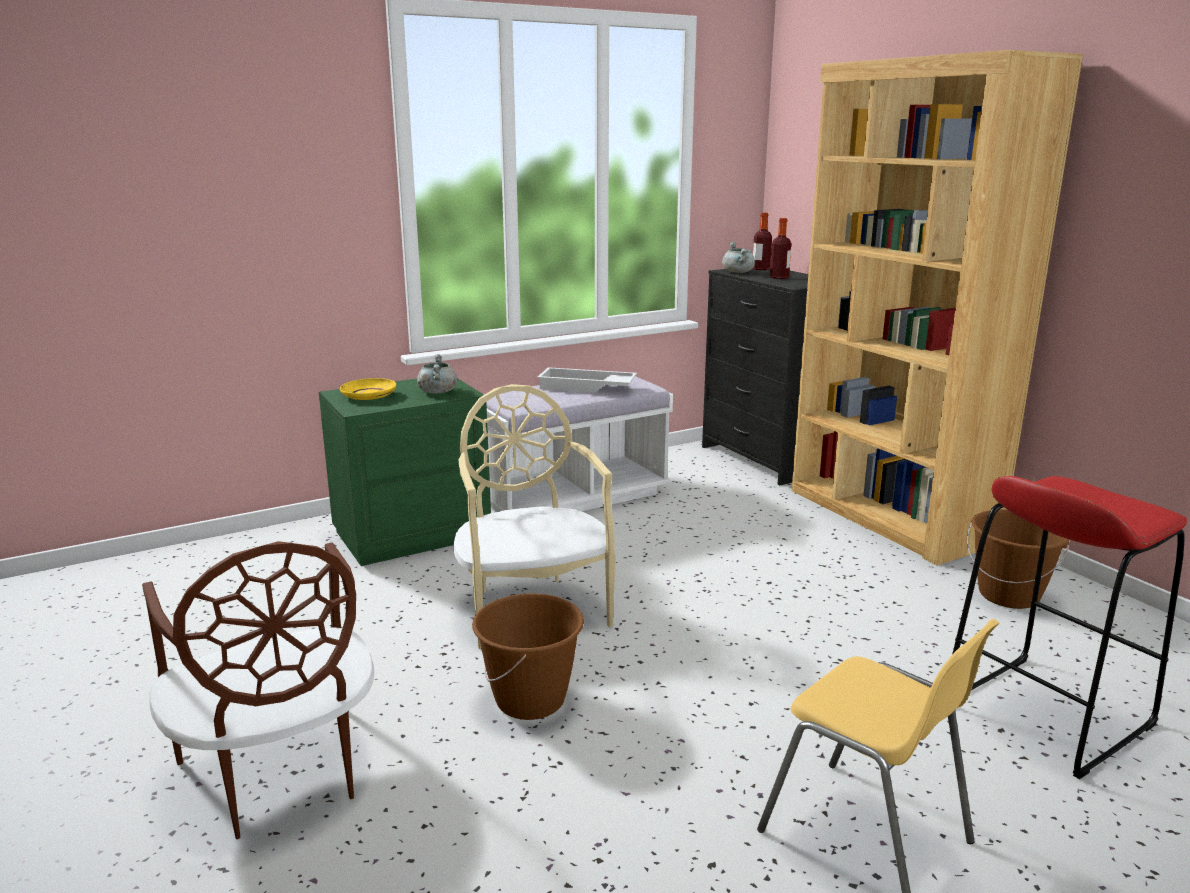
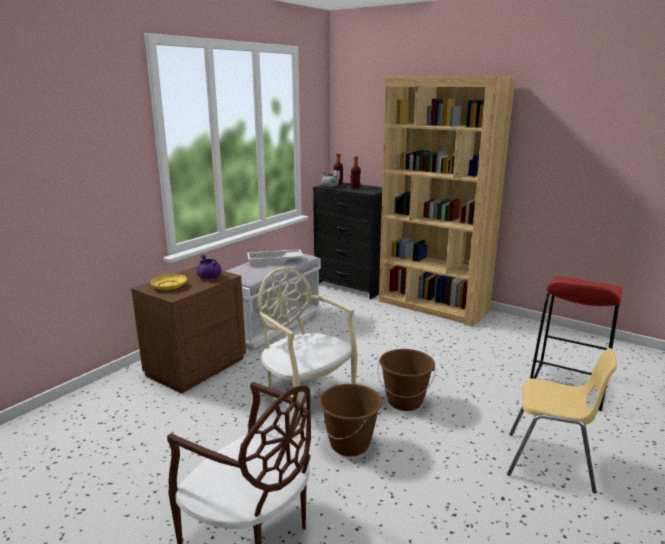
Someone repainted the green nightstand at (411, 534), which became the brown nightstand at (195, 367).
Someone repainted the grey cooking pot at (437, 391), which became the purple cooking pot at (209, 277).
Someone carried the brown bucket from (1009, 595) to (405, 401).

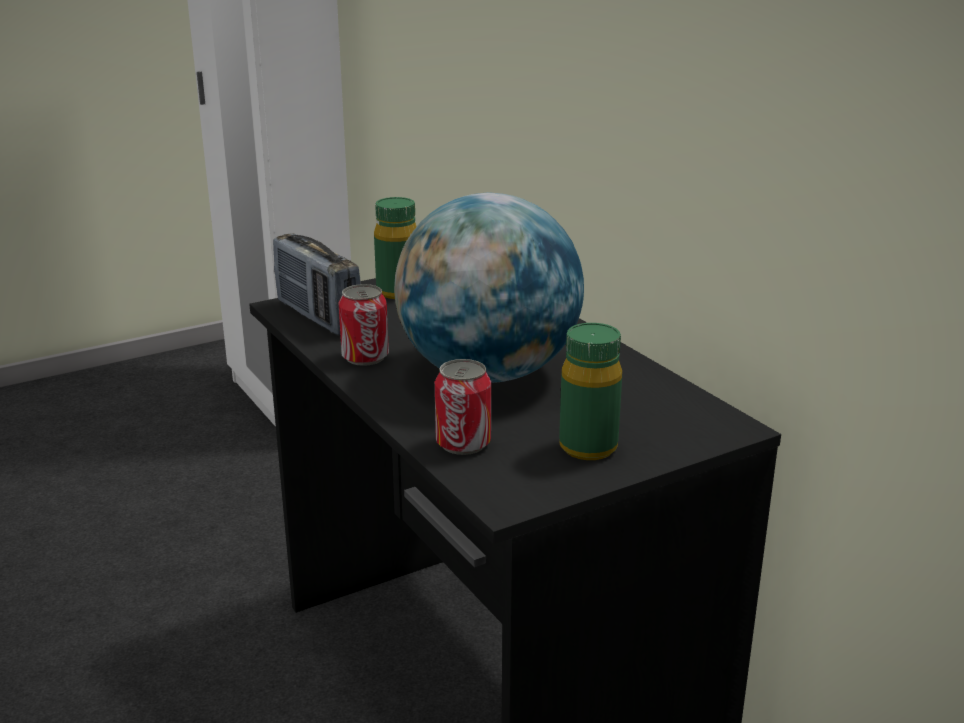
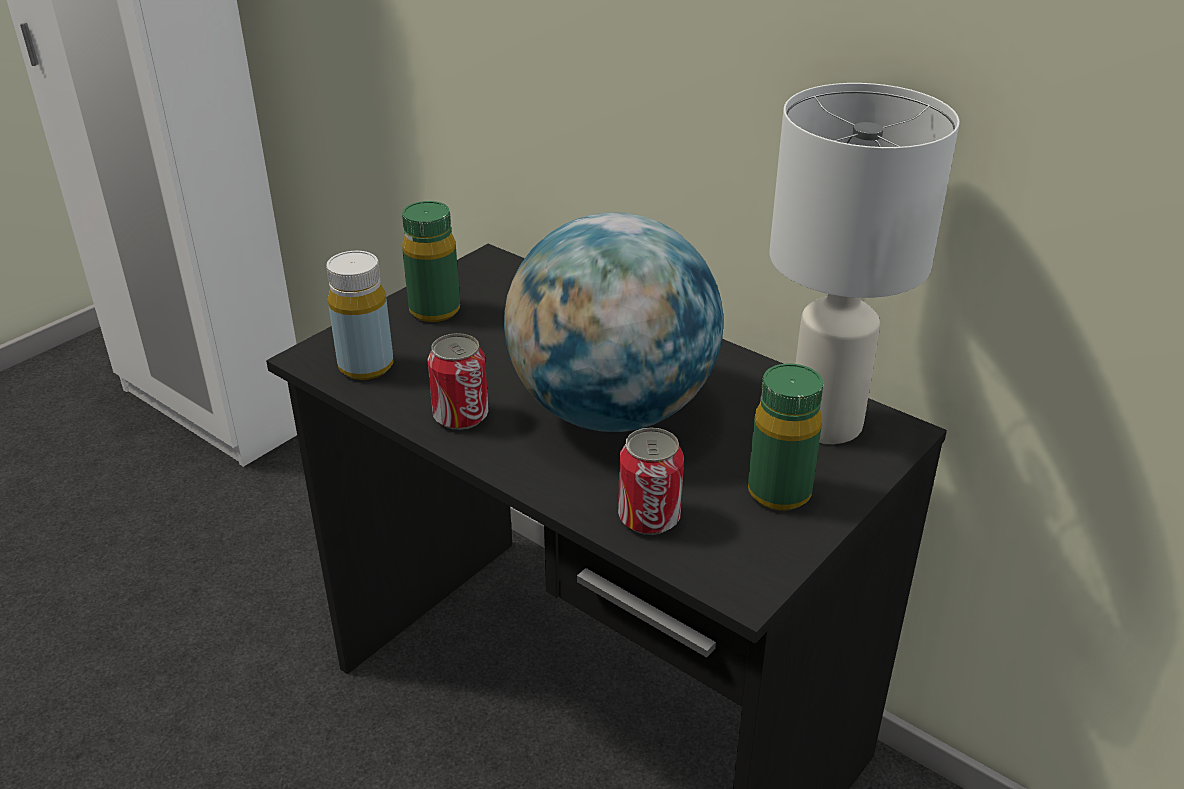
Someone swapped the radio at (318, 317) for the yellow bottle at (366, 366).
Someone put down the white table lamp at (823, 422).

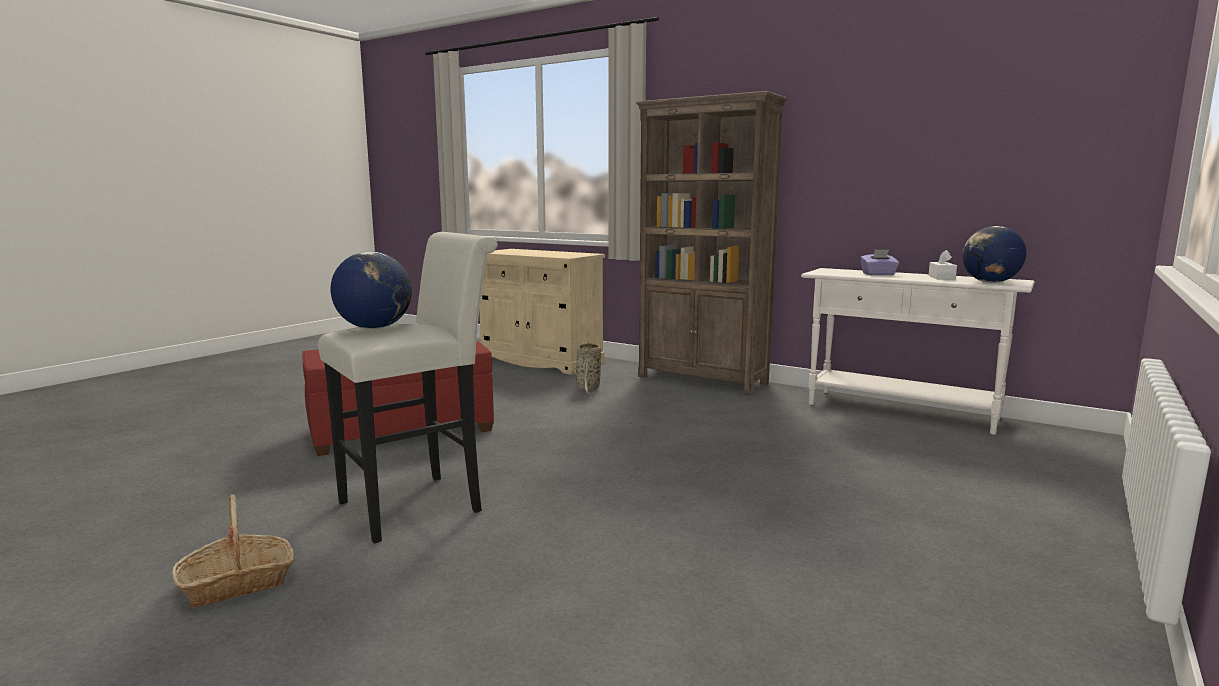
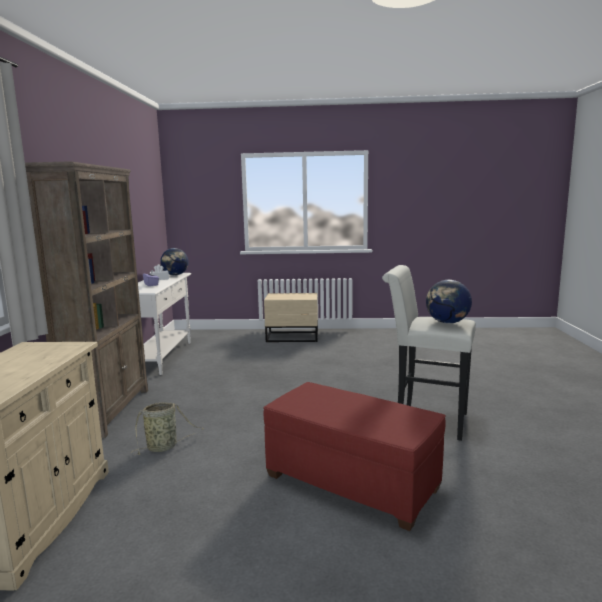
Someone took away the basket at (238, 583).
Someone put down the beige nightstand at (293, 337).

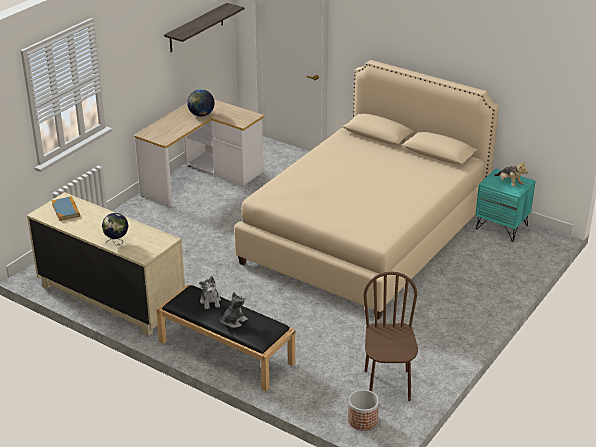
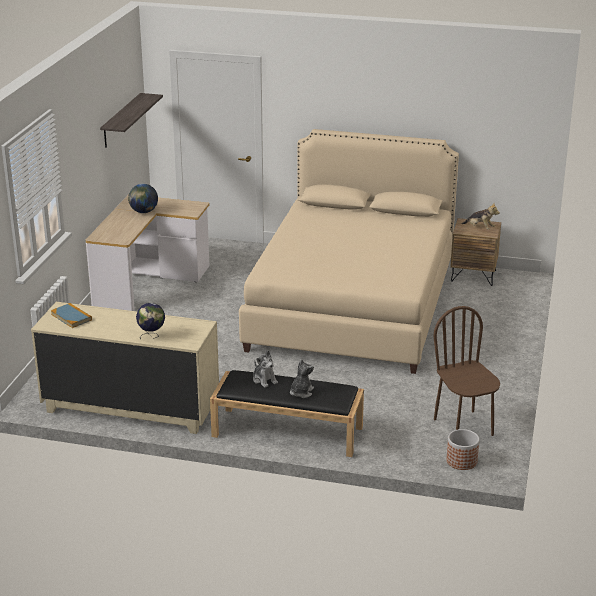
Someone repainted the turquoise nightstand at (501, 227), which became the brown nightstand at (473, 275).

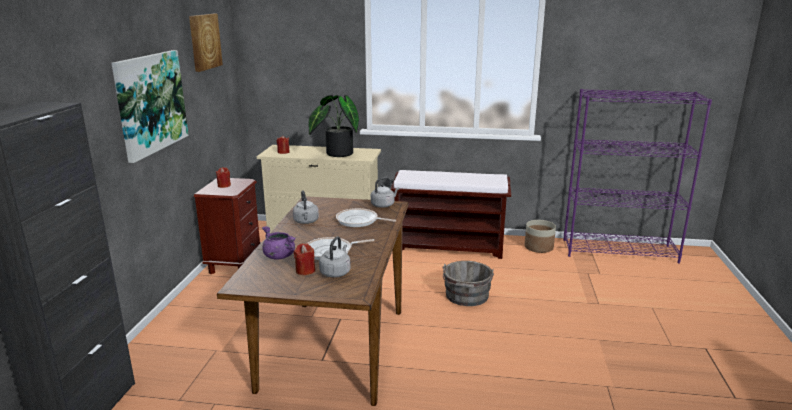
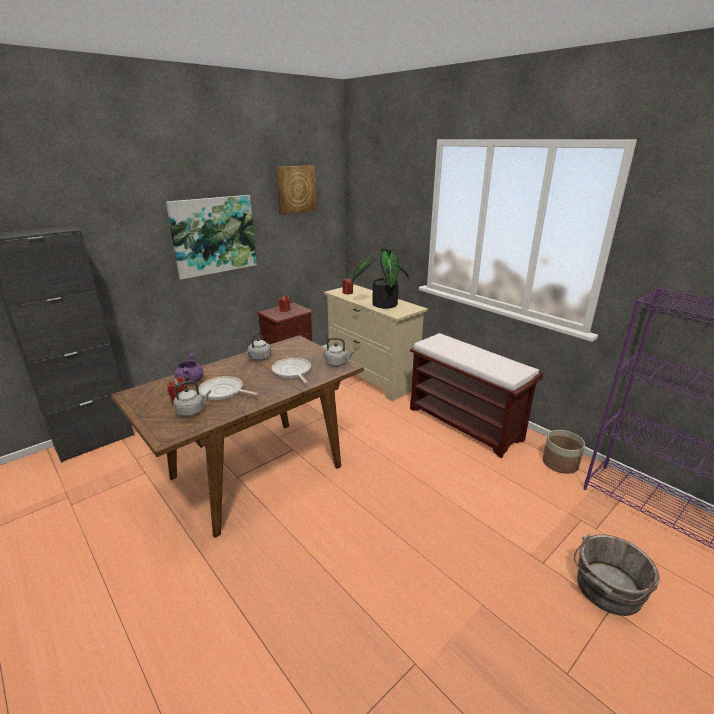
Someone carried the grey bucket from (466, 297) to (607, 590).

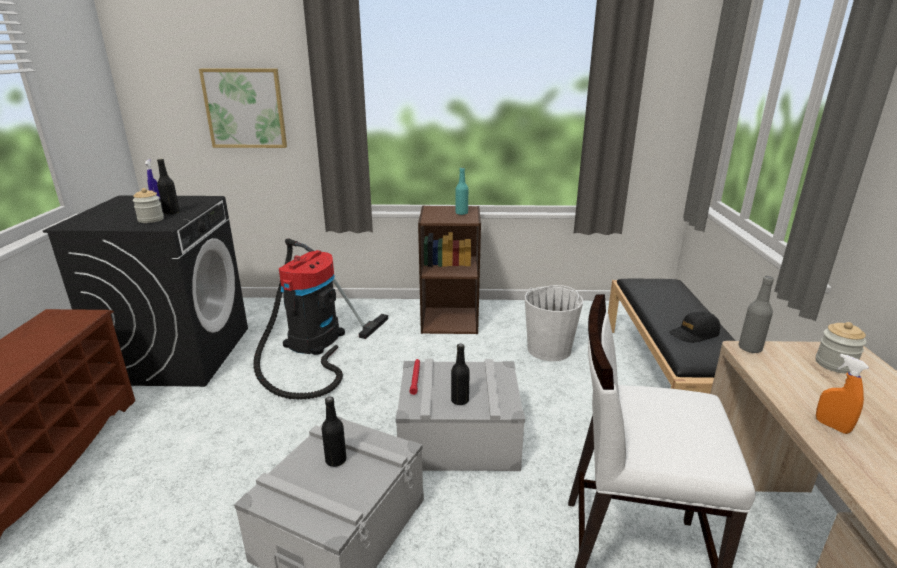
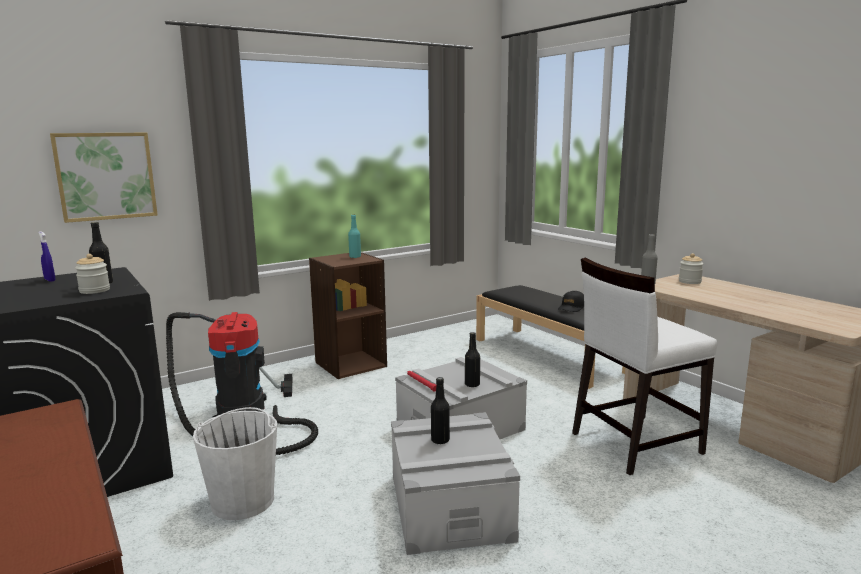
Someone carried the white bucket from (549, 349) to (243, 500).
Someone took away the orange spray bottle at (832, 426).

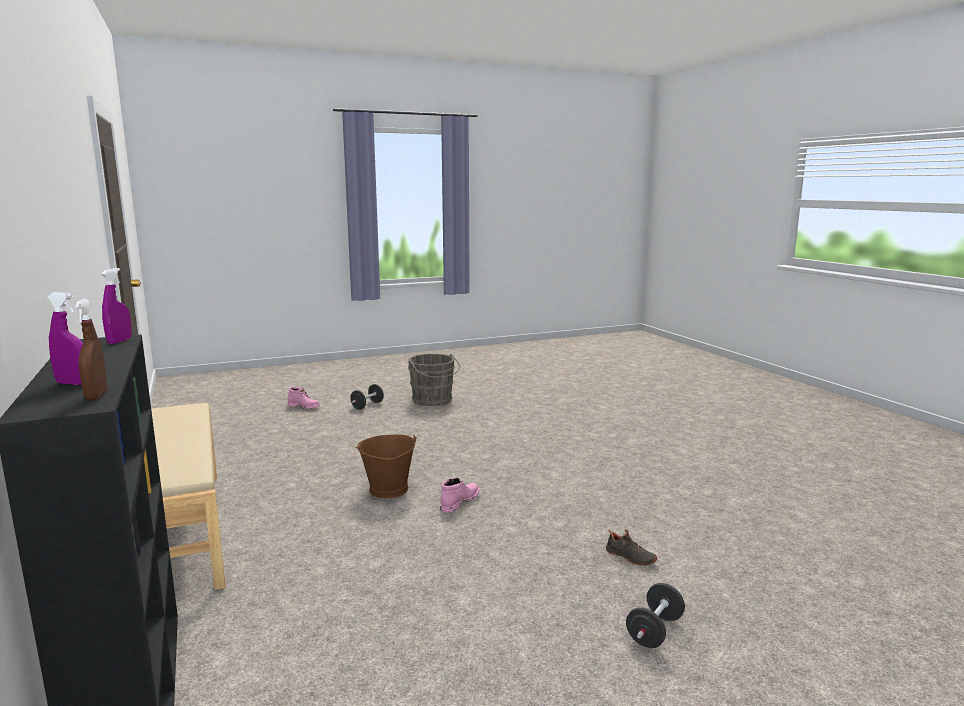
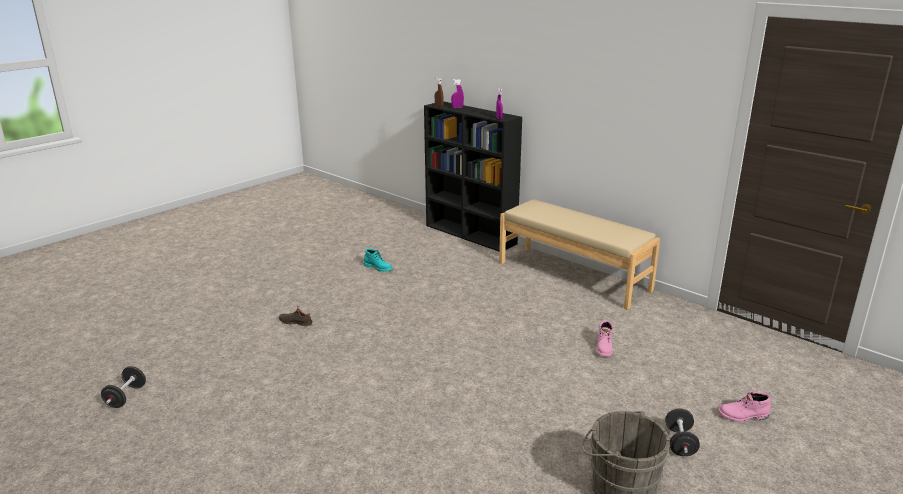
Someone took away the brown bucket at (388, 489).
Someone carried the pink boot from (459, 502) to (604, 348).
Someone carried the black dumbbell from (654, 631) to (126, 397).
Someone put down the turquoise boot at (378, 268).

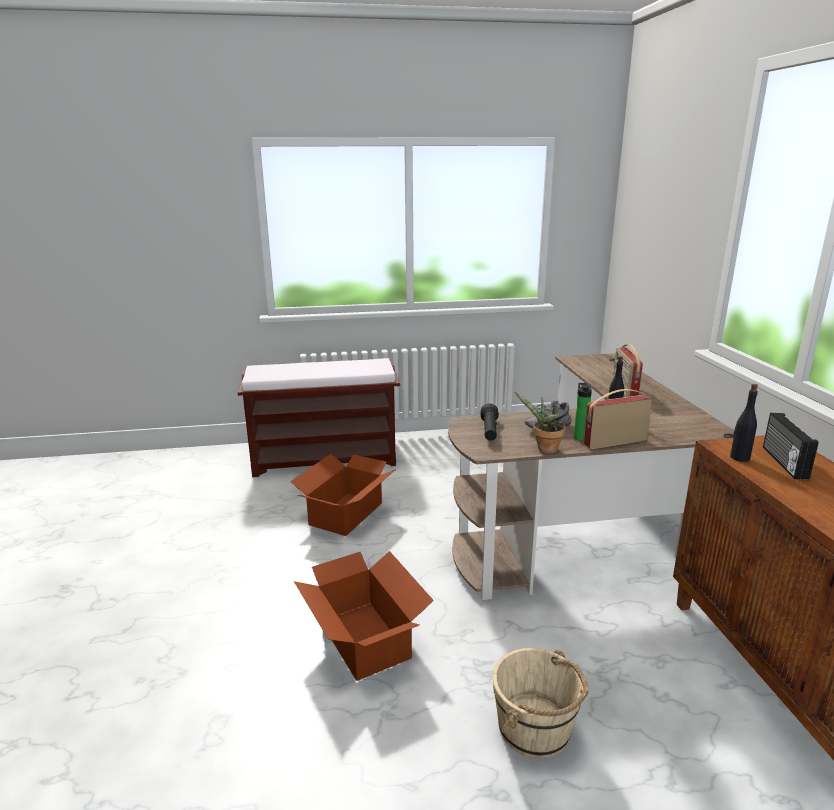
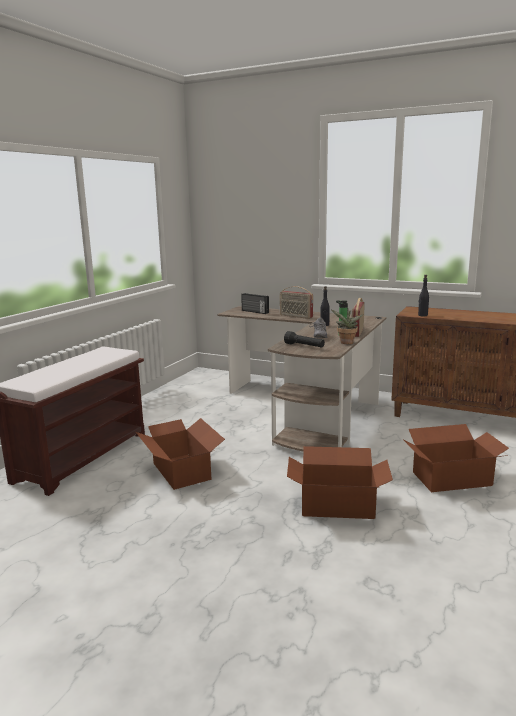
Someone swapped the beige bucket at (535, 729) for the cardboard box at (452, 479).
Someone carried the radio from (783, 462) to (254, 312).

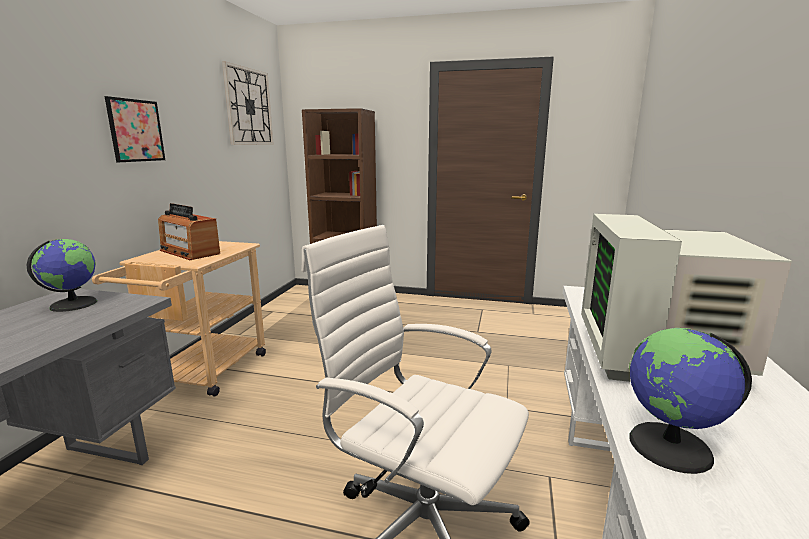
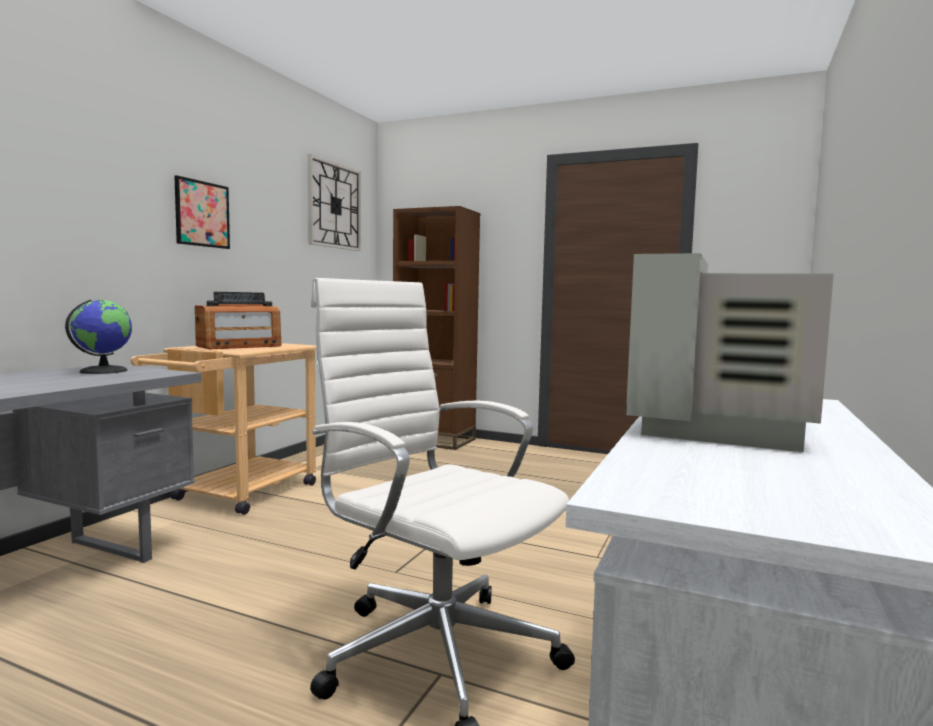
Someone rotated the radio at (189, 252) by 90 degrees counterclockwise.
Someone took away the globe at (670, 448).

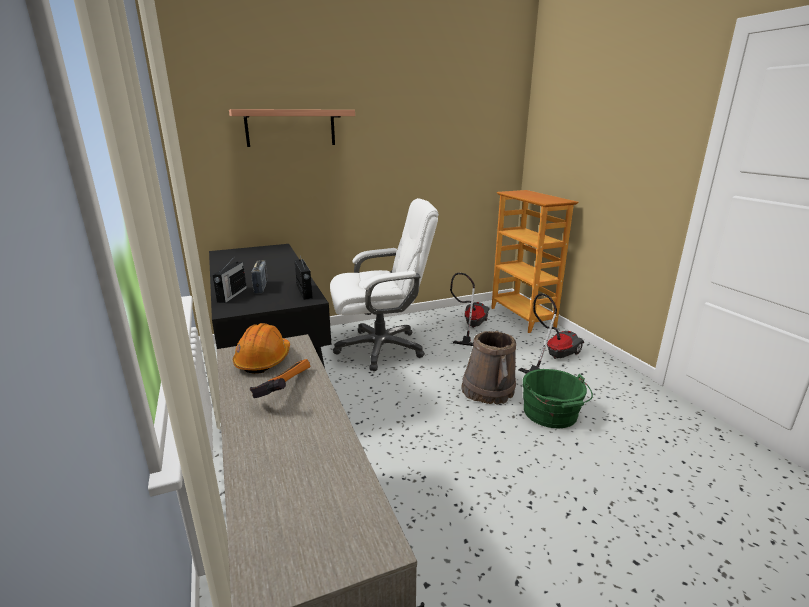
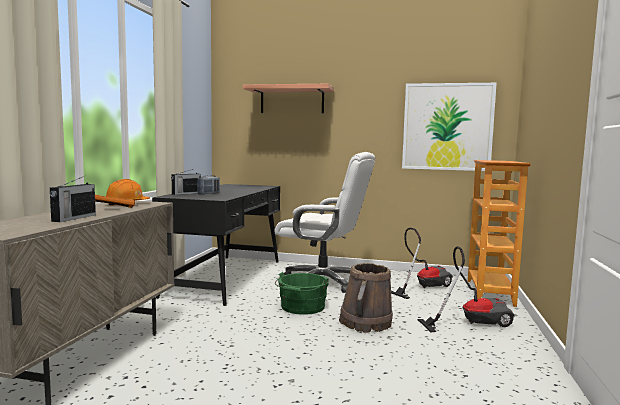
Someone carried the radio from (304, 292) to (73, 218).
Someone carried the green bucket from (552, 414) to (301, 307).
Someone put up the picture at (447, 127).

